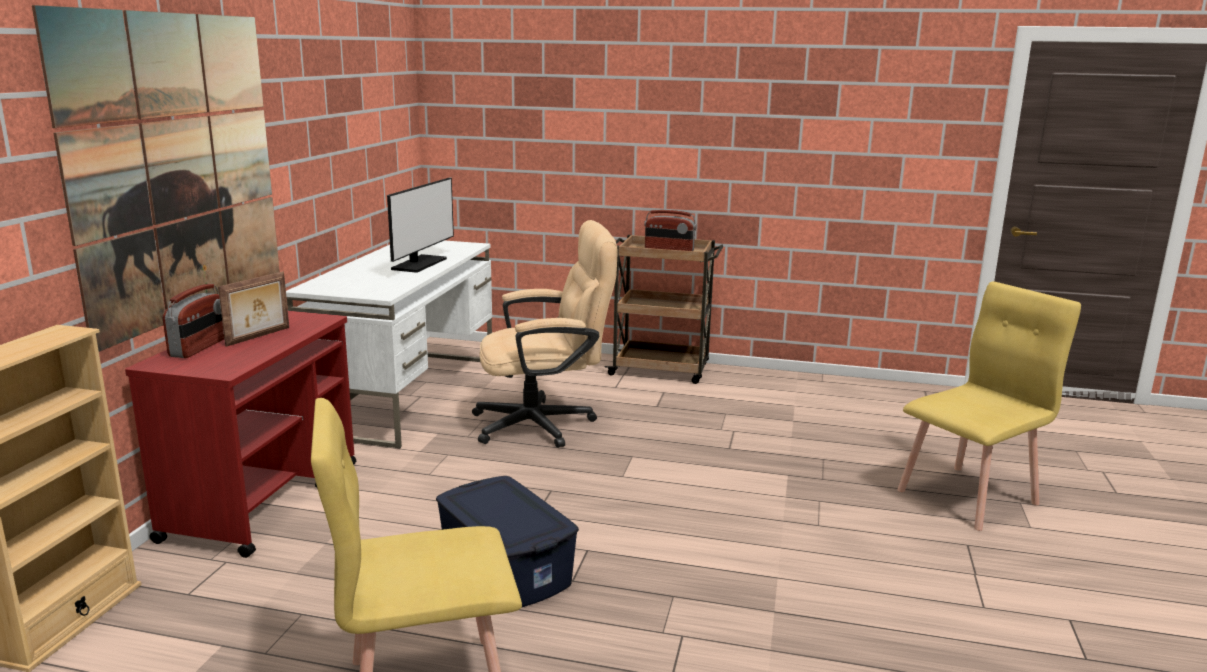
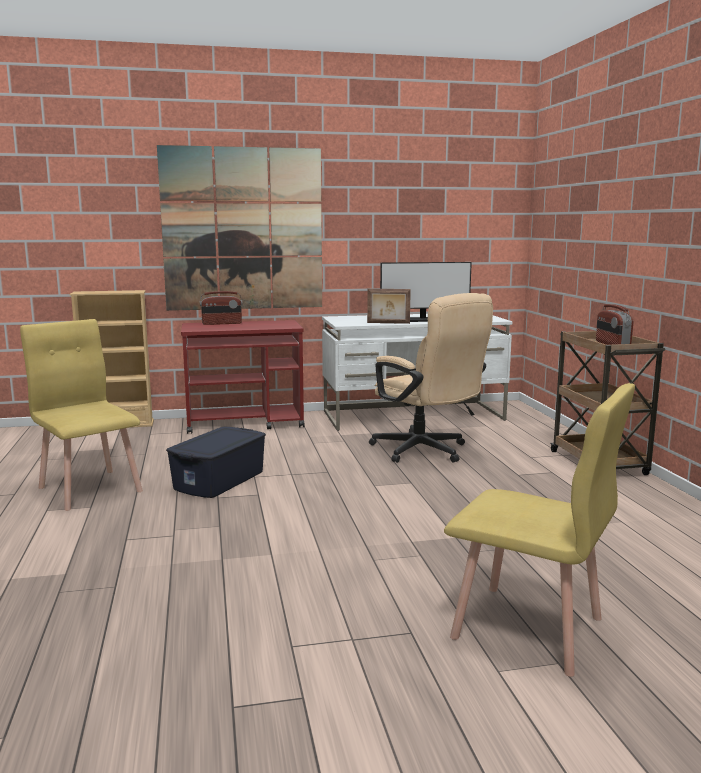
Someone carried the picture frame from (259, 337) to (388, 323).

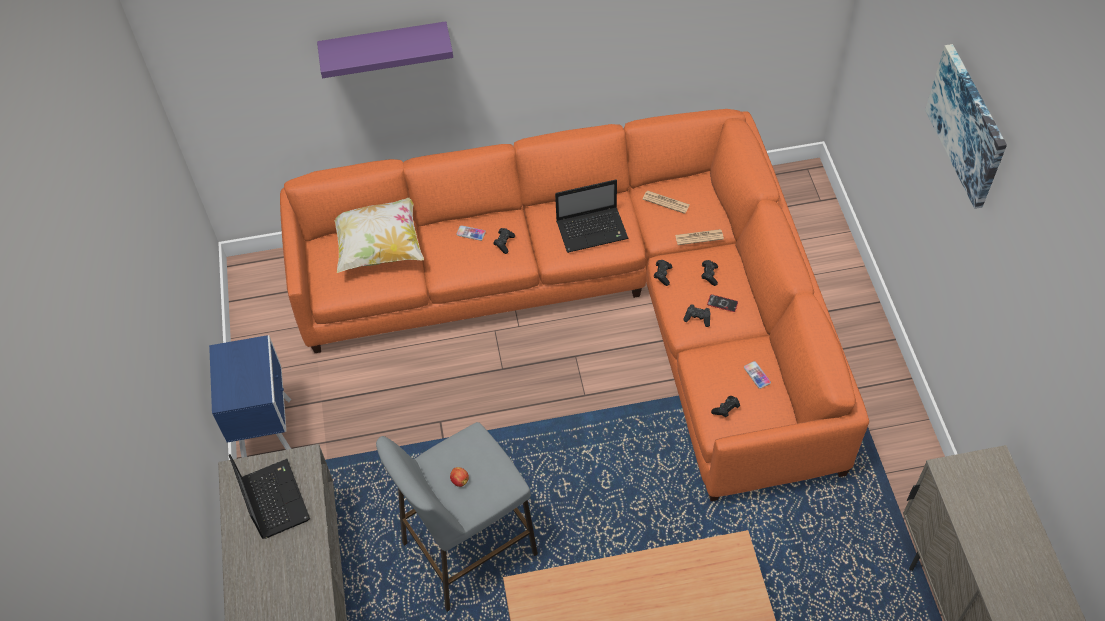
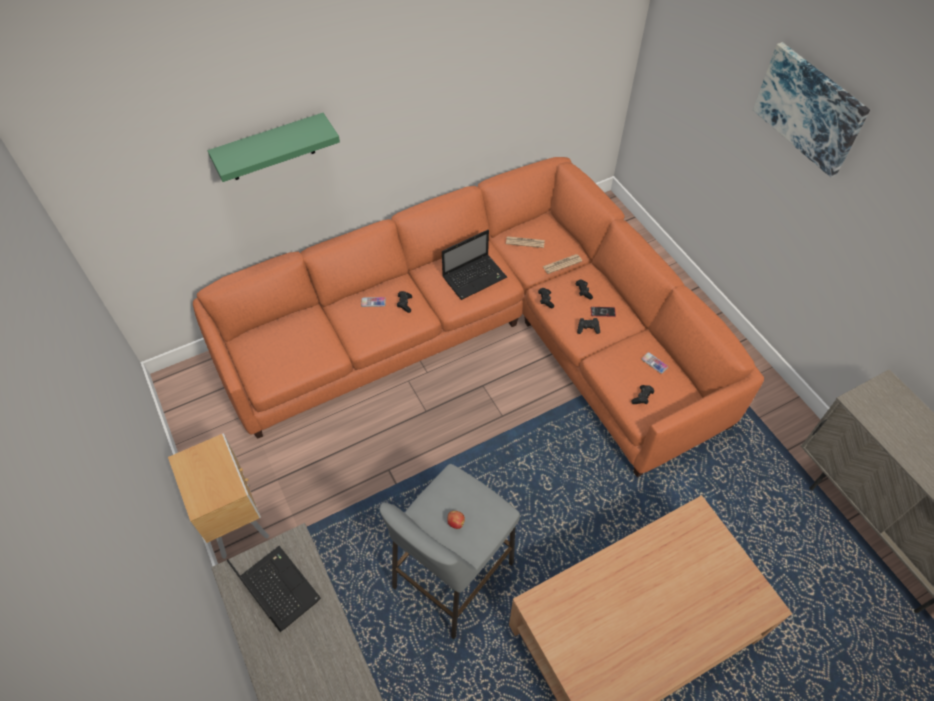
Someone repainted the blue nightstand at (268, 431), which became the brown nightstand at (236, 519).
Someone repainted the purple shelf at (385, 49), which became the green shelf at (271, 148).
Someone took away the pillow at (379, 247).

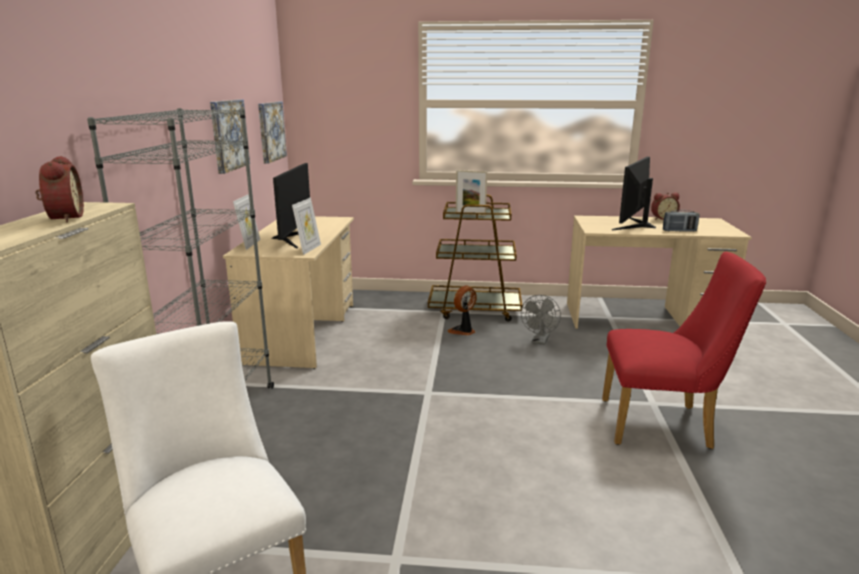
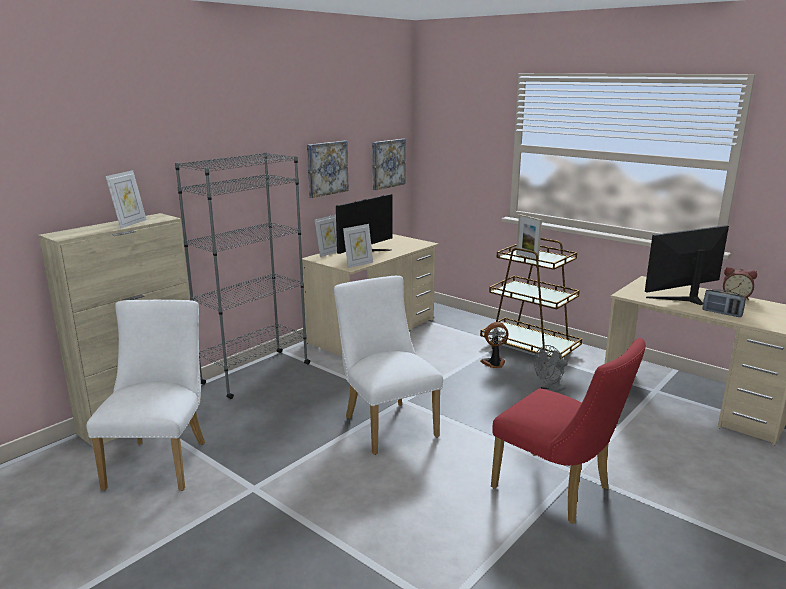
Someone swapped the alarm clock at (63, 218) for the picture frame at (130, 223).
Someone put down the white chair at (386, 424).

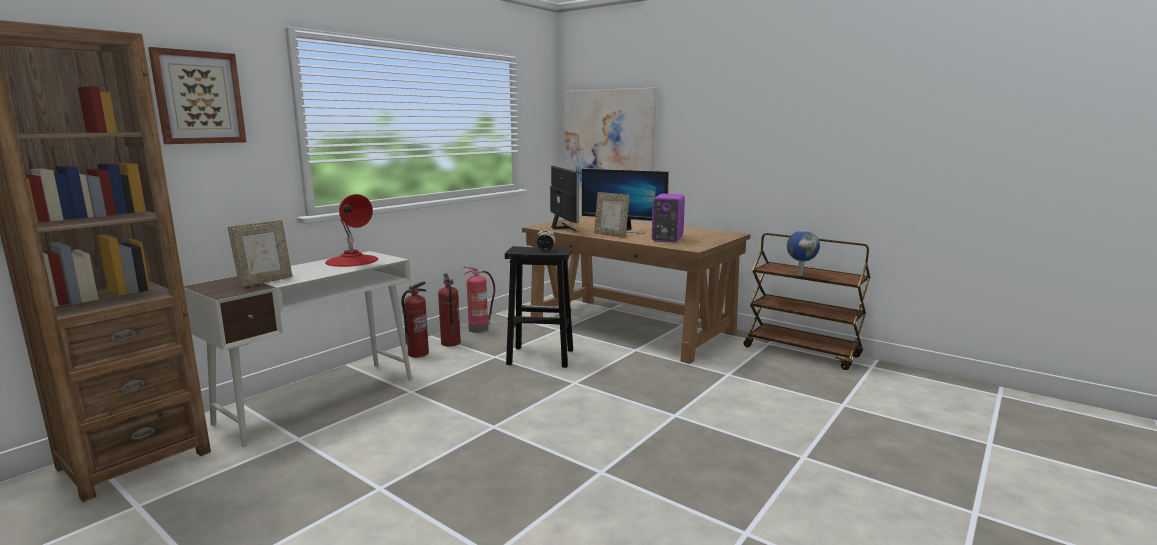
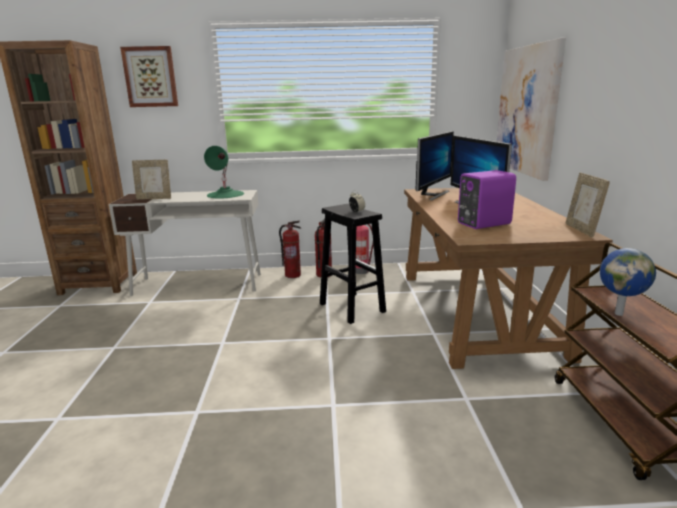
Someone repainted the red table lamp at (352, 260), which became the green table lamp at (225, 194).
Someone carried the picture frame from (611, 235) to (581, 230).

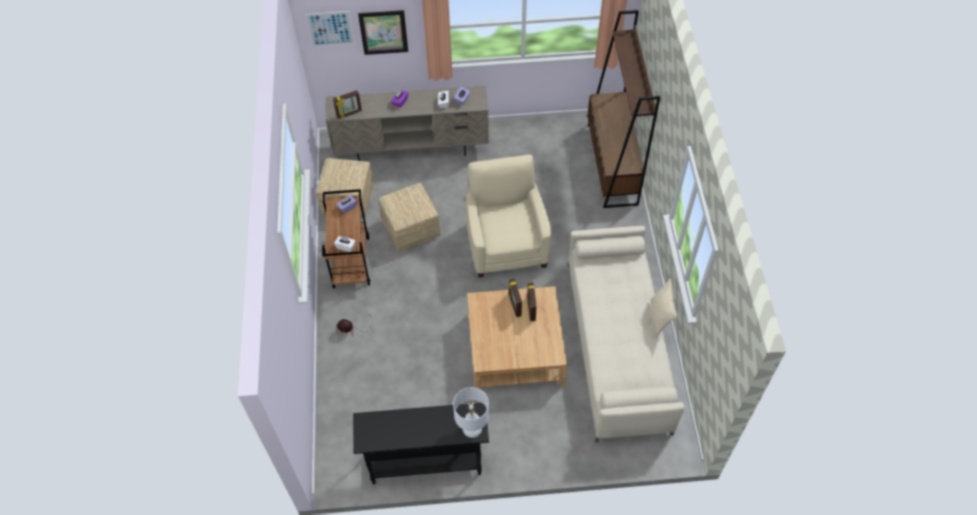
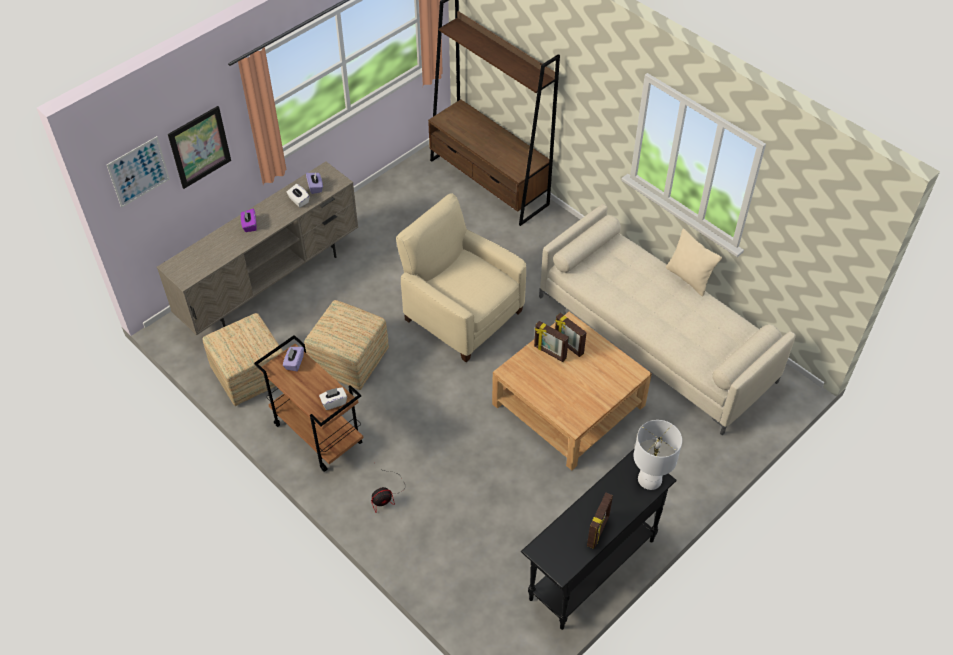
Someone carried the picture frame from (349, 114) to (598, 531).

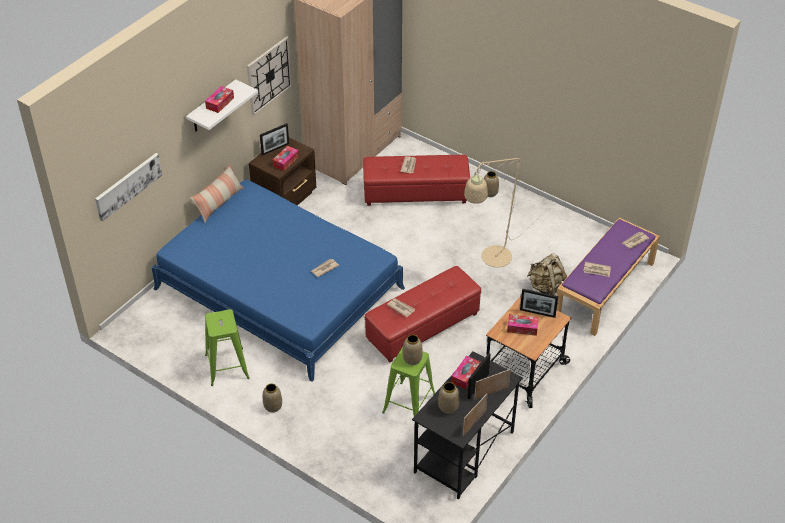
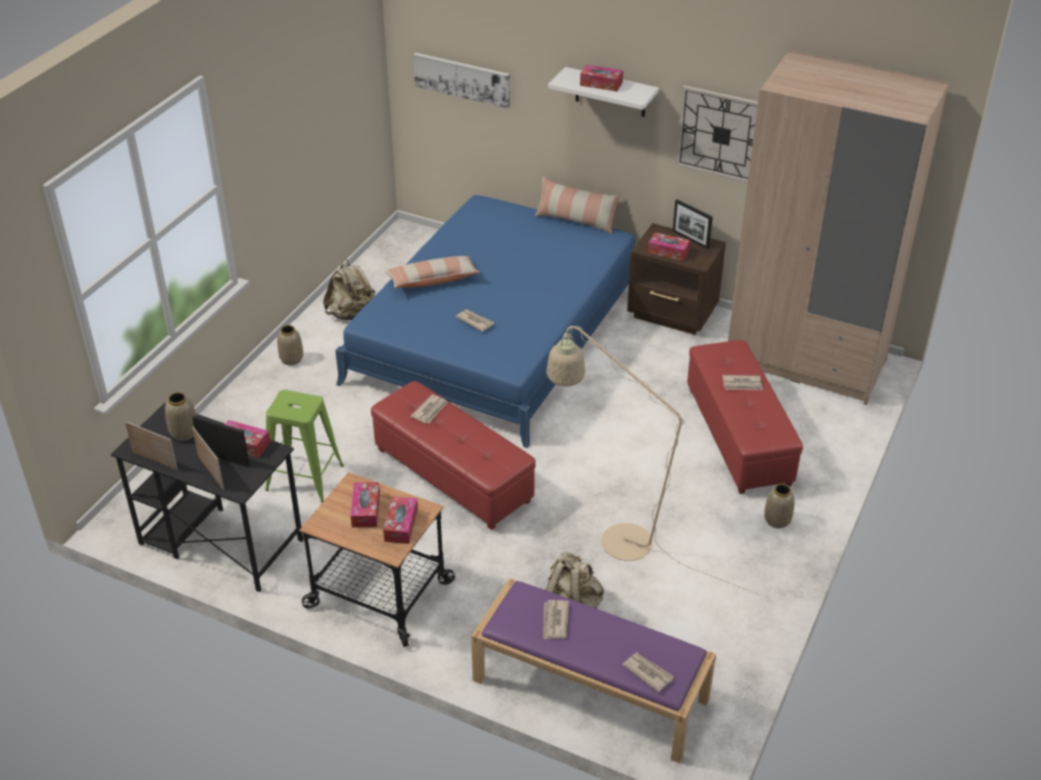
Someone swapped the green stool at (227, 367) for the beige backpack at (352, 314).
Someone took away the vase at (412, 359).
Someone swapped the picture frame at (537, 313) for the tissue box at (401, 525).
Someone put down the pillow at (432, 280).

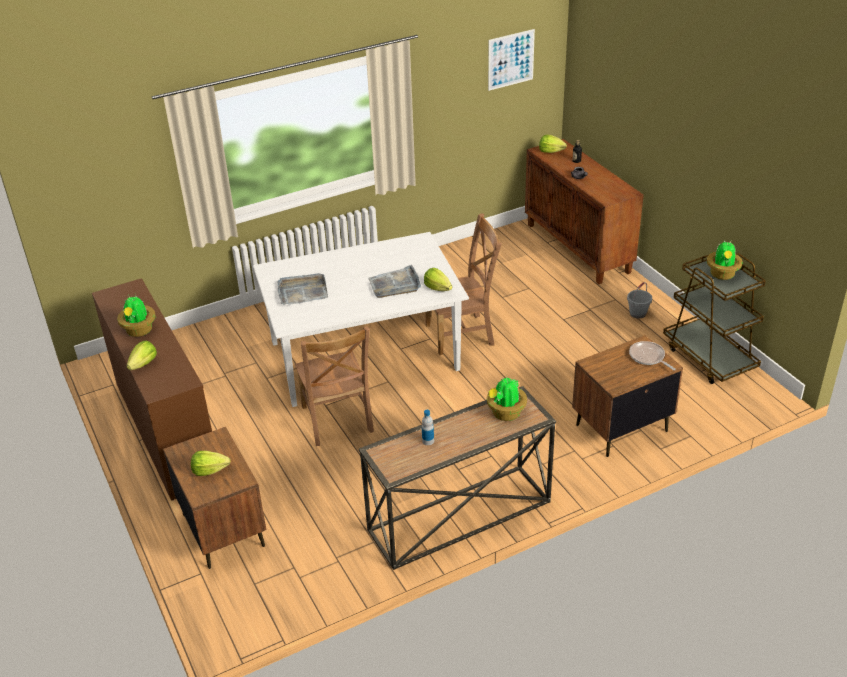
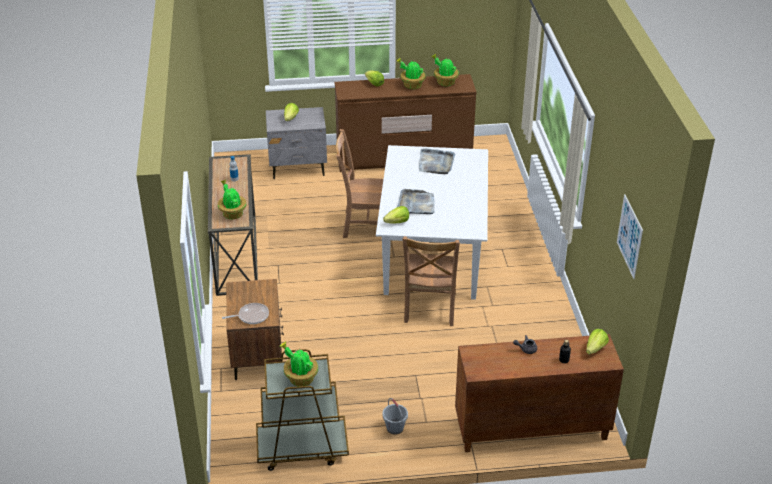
Someone repainted the brown nightstand at (223, 529), which became the grey nightstand at (298, 167).
Someone put down the potted plant at (445, 82).

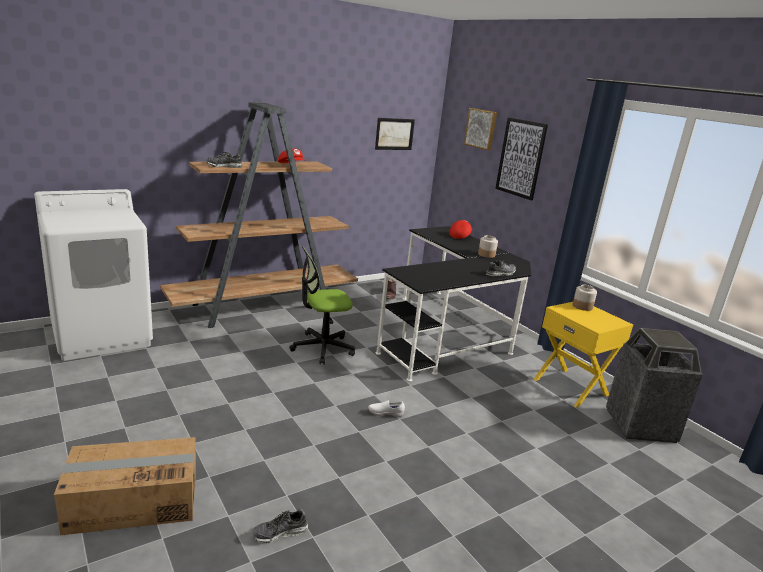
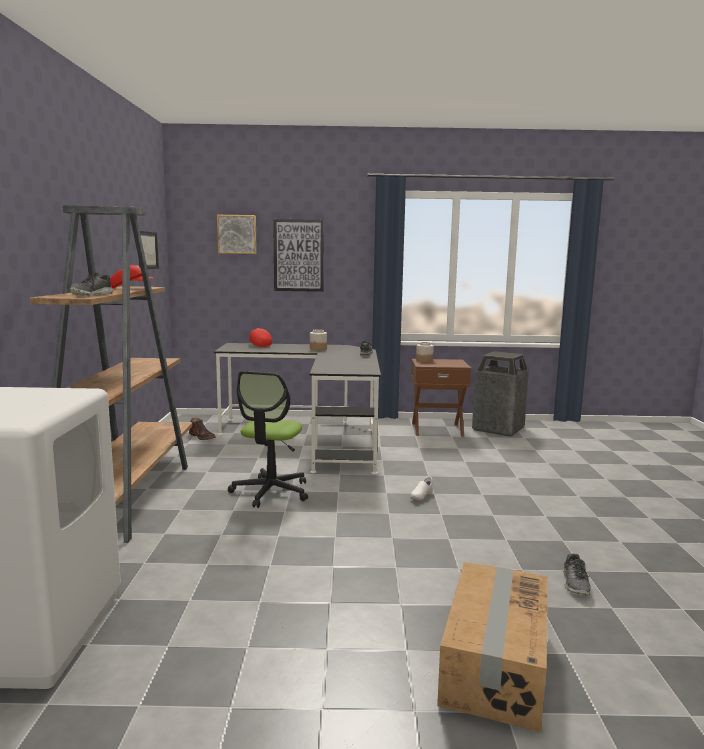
Someone repainted the yellow nightstand at (571, 387), which became the brown nightstand at (437, 429).

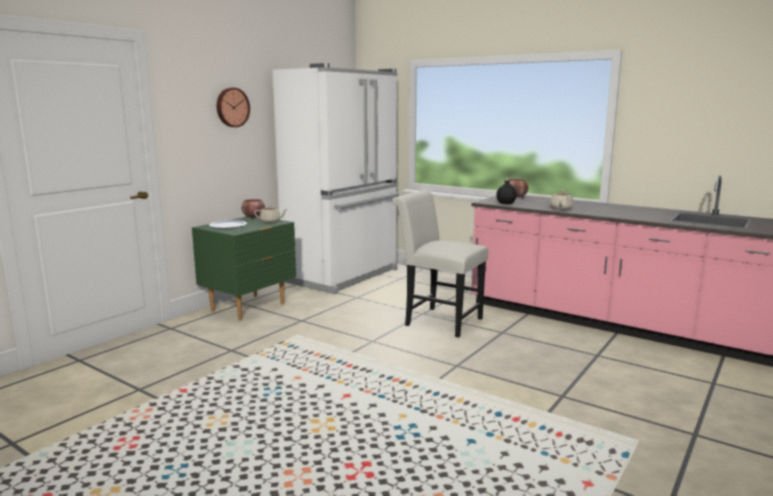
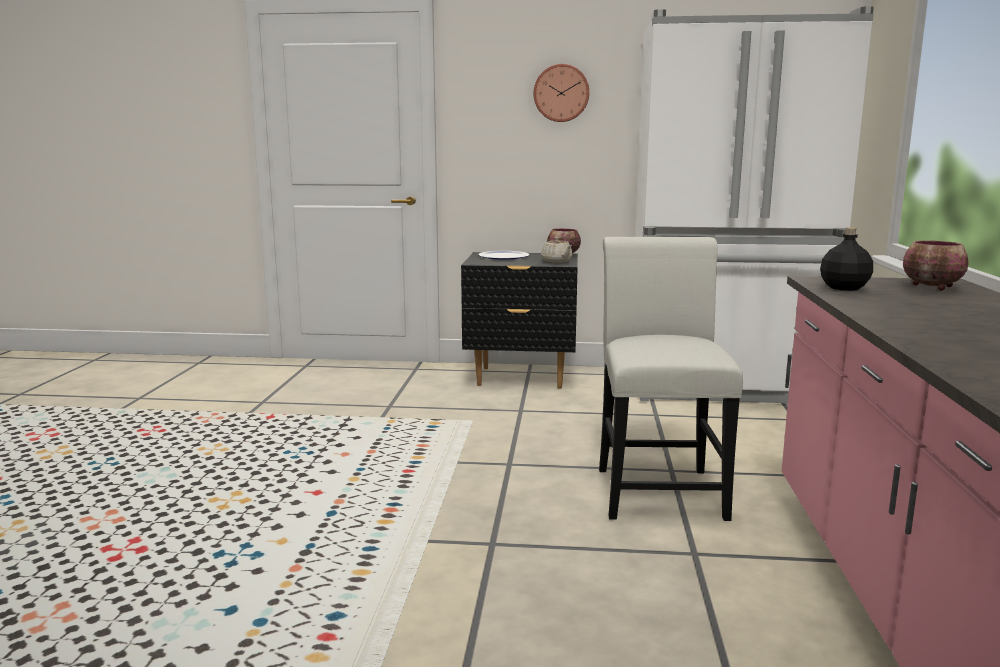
Someone repainted the green nightstand at (249, 307), which became the black nightstand at (521, 378).
Someone took away the beige teapot at (561, 208).

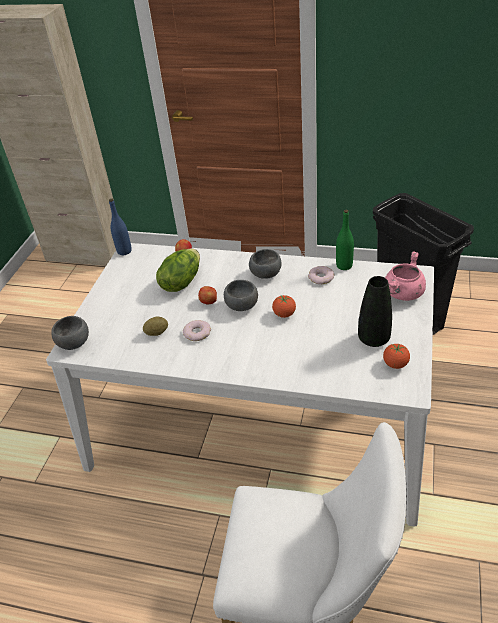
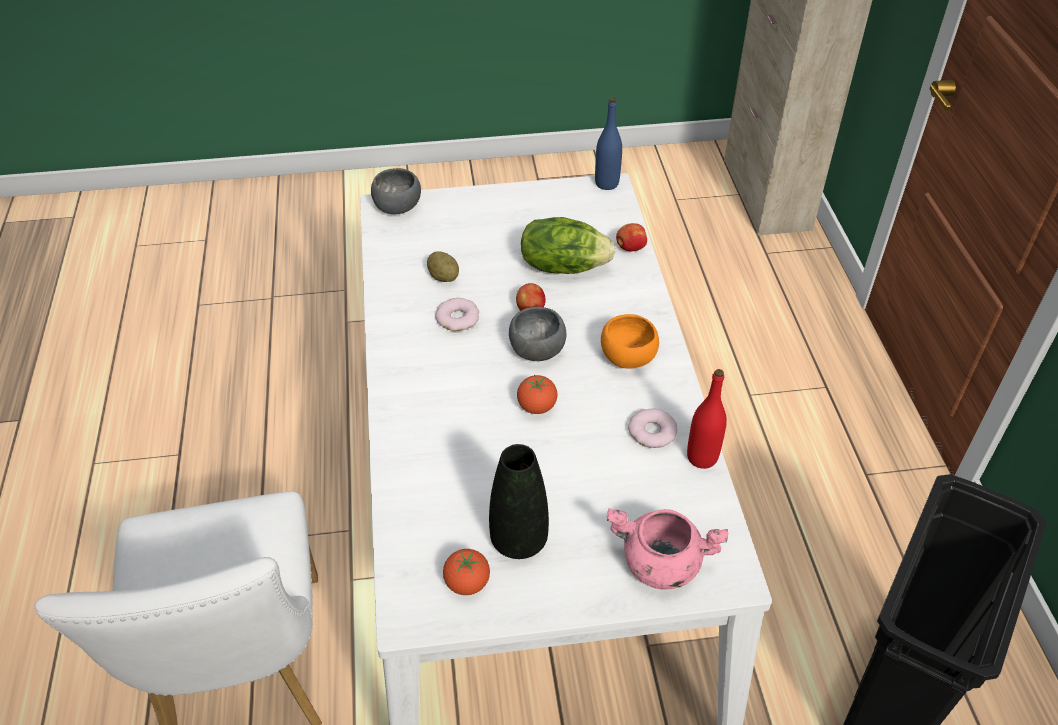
Someone repainted the grey bowl at (266, 274), which became the orange bowl at (627, 358).
Someone repainted the green bottle at (344, 265), which became the red bottle at (702, 457).

